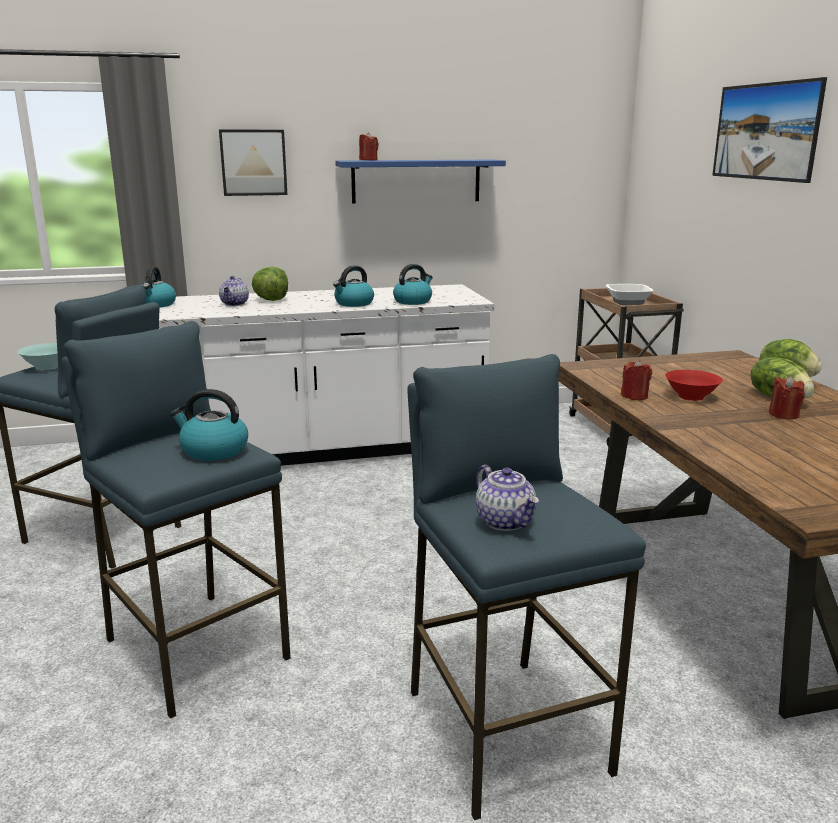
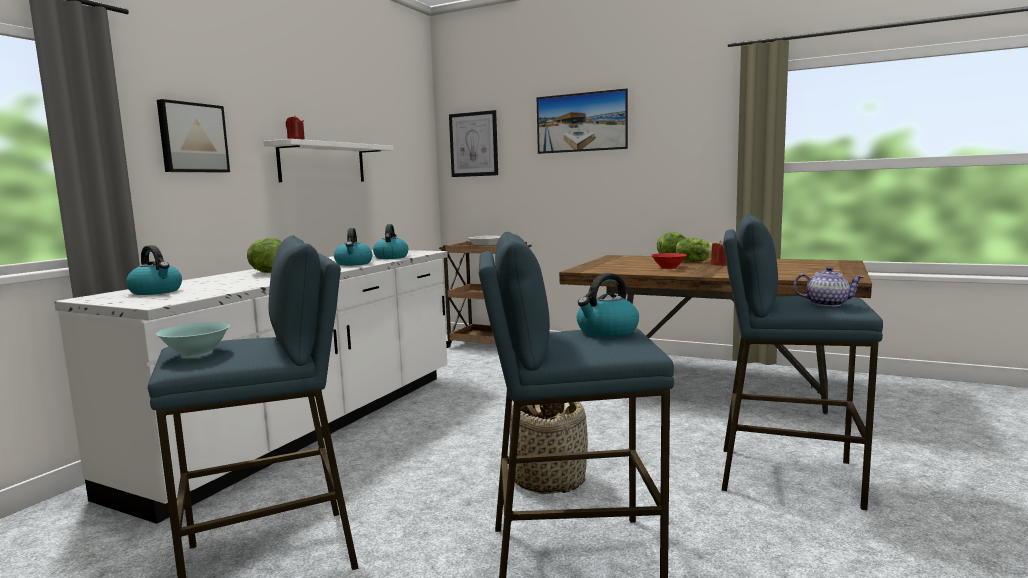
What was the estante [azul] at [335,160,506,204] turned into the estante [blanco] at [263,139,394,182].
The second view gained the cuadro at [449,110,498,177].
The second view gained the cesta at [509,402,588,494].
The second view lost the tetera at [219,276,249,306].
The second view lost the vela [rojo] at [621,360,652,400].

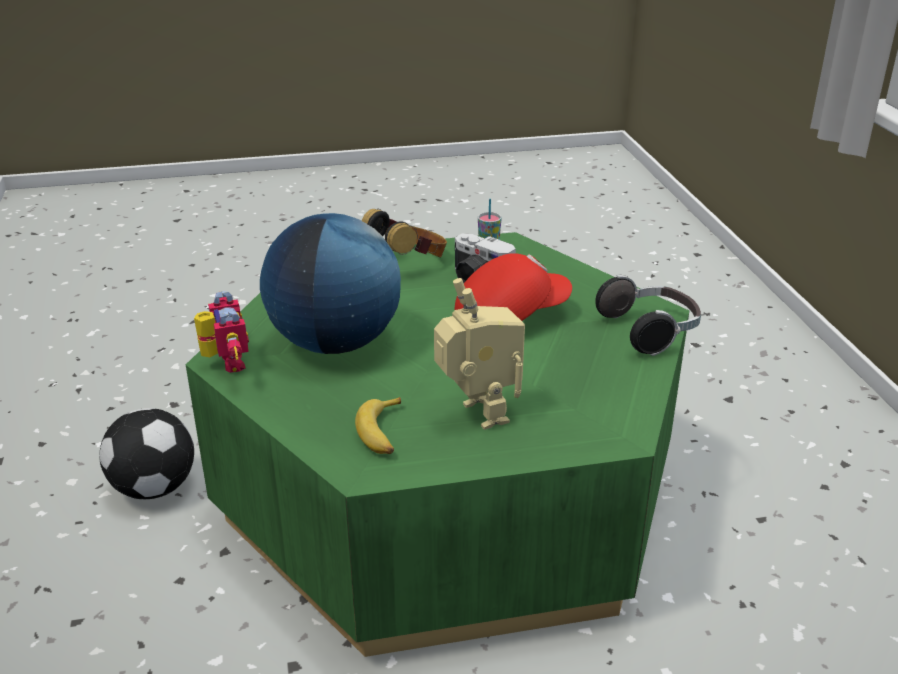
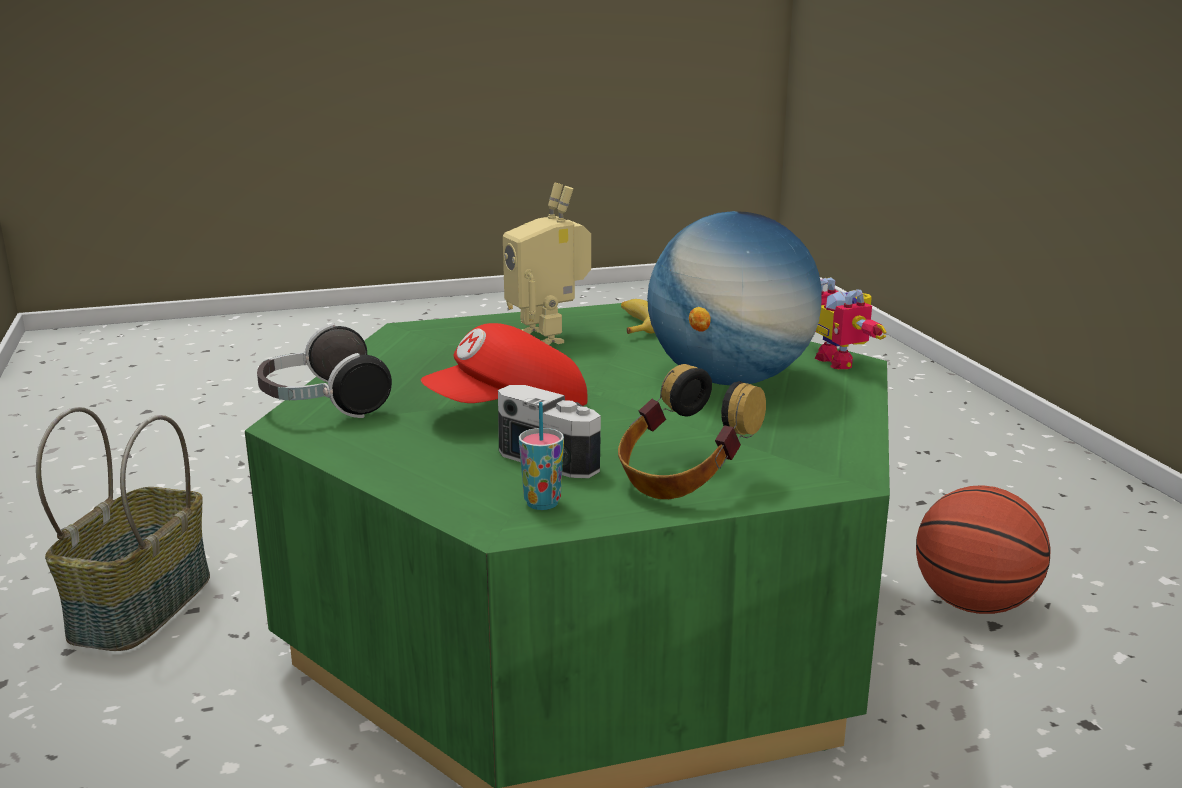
The second view gained the cesta at [36,407,210,651].
Where the balón de fútbol stood at [99,408,194,499], the balón de baloncesto came to stand at [916,485,1051,614].

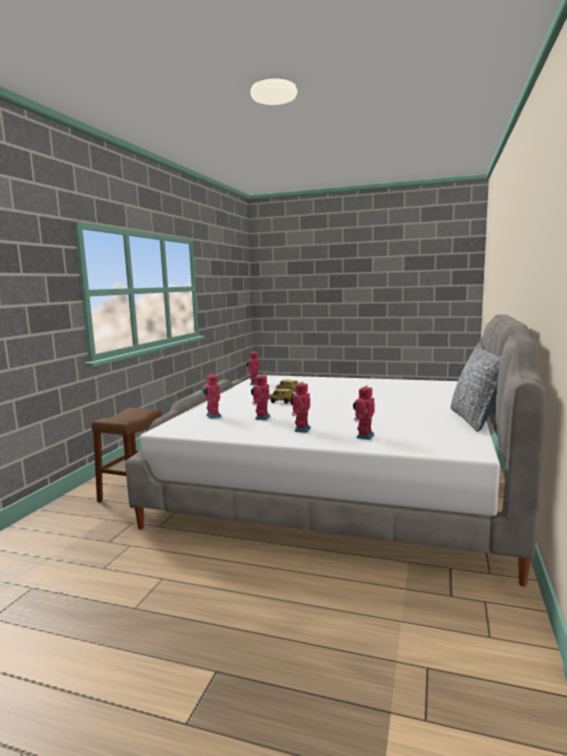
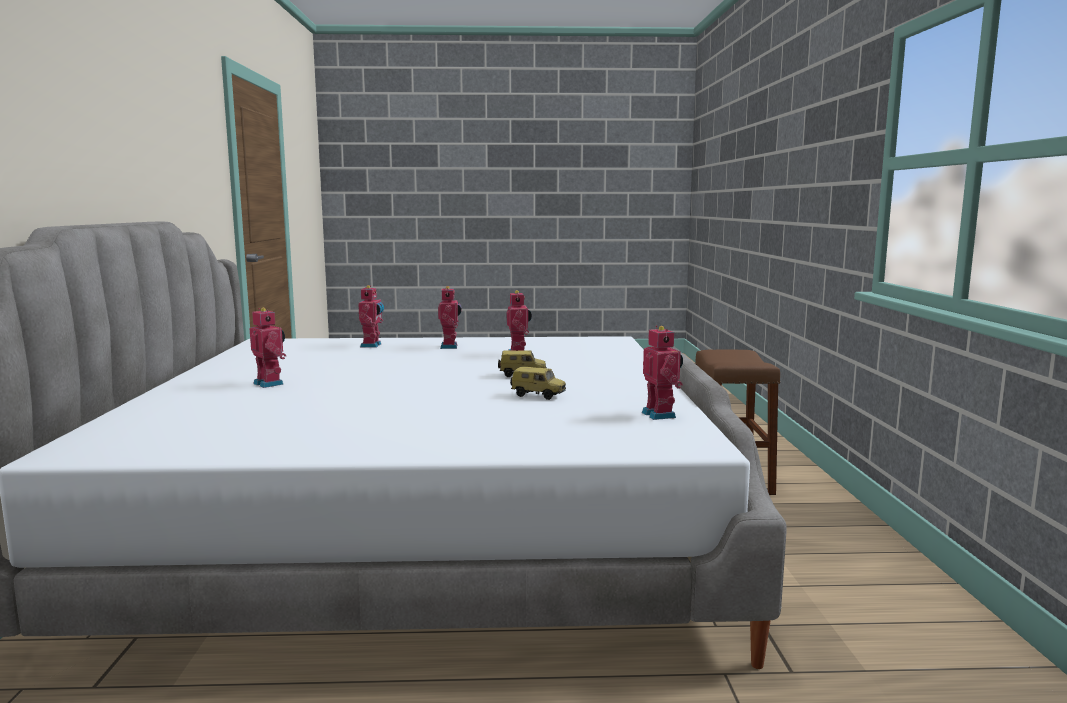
The robot de juguete ended up elsewhere, having gone from [202,373,221,419] to [250,308,286,388].
The second view lost the cojín at [451,343,501,432].

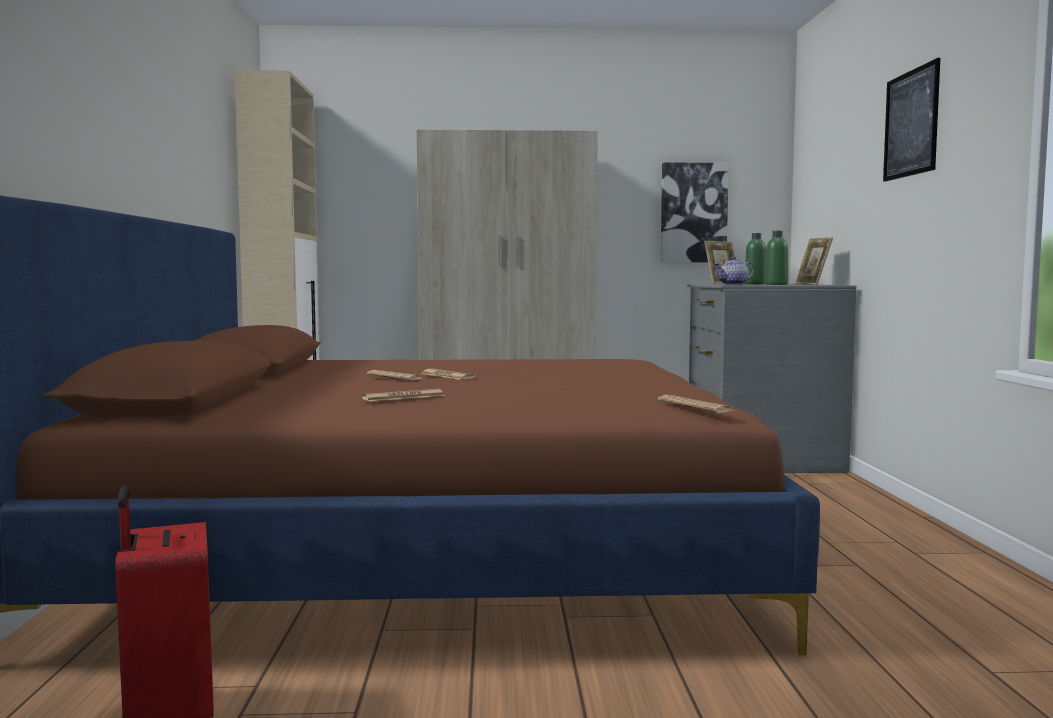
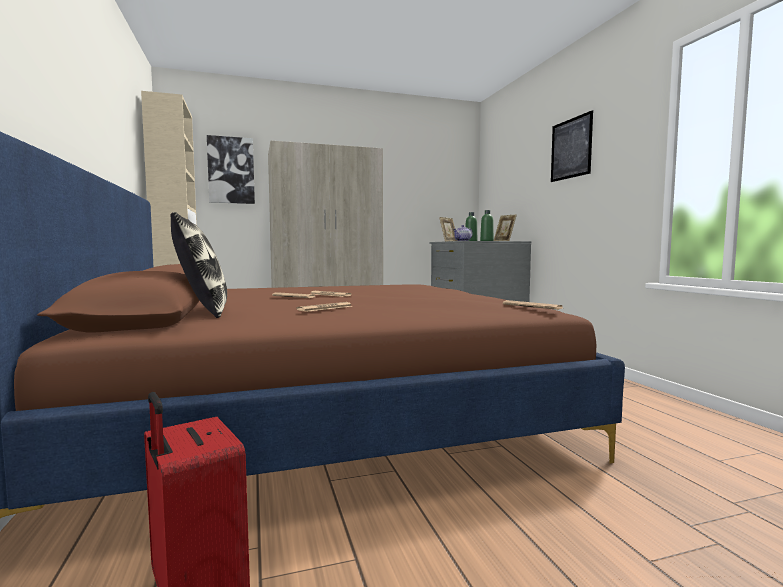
The second view gained the cojín at [170,212,227,318].
The cuadro ended up elsewhere, having gone from [661,162,729,262] to [207,135,255,204].

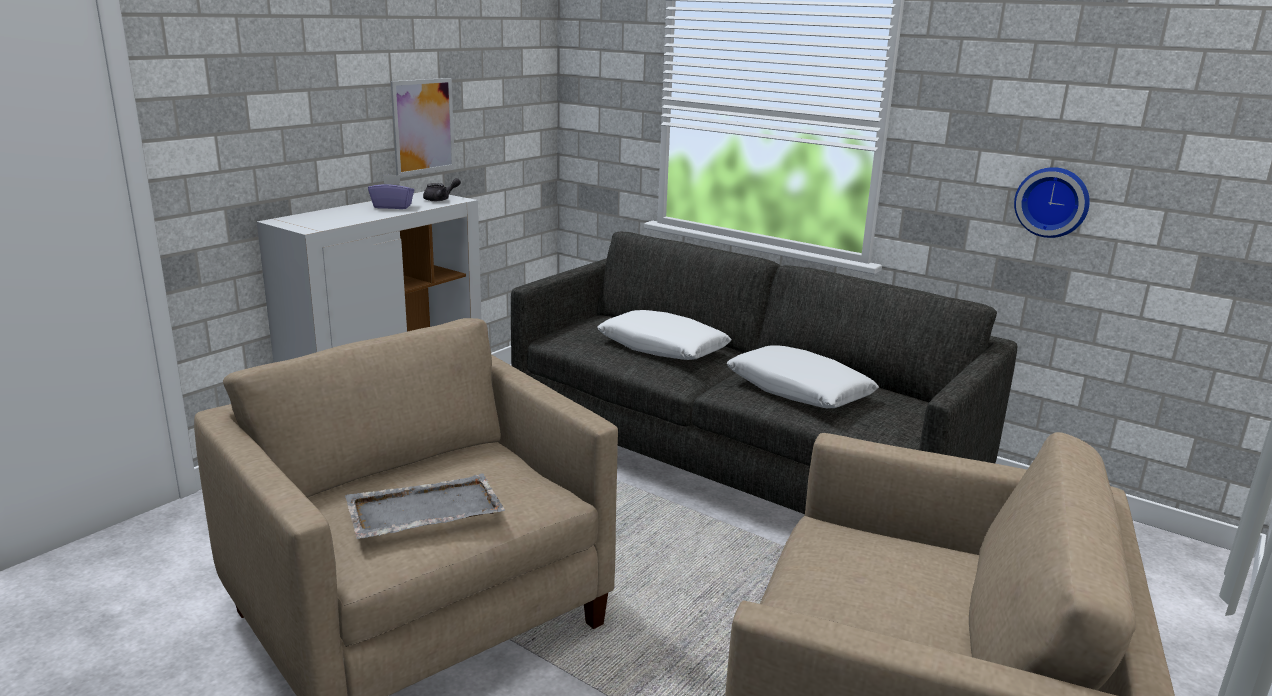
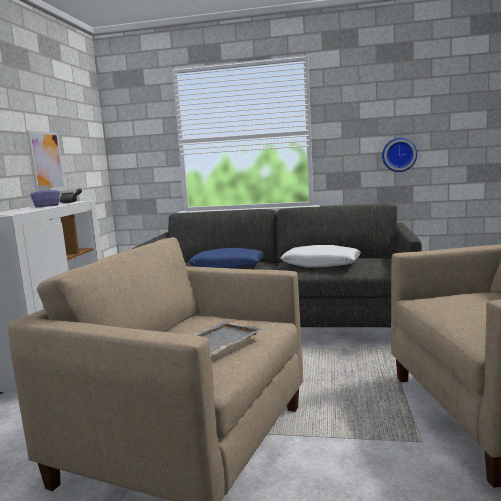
What was the cojín [blanco] at [597,310,732,360] turned into the cojín [azul] at [189,248,264,269].

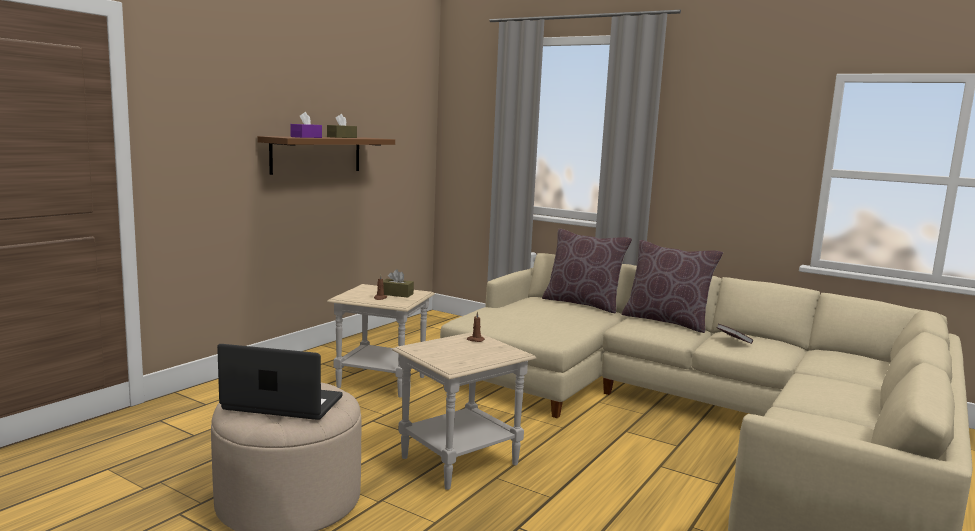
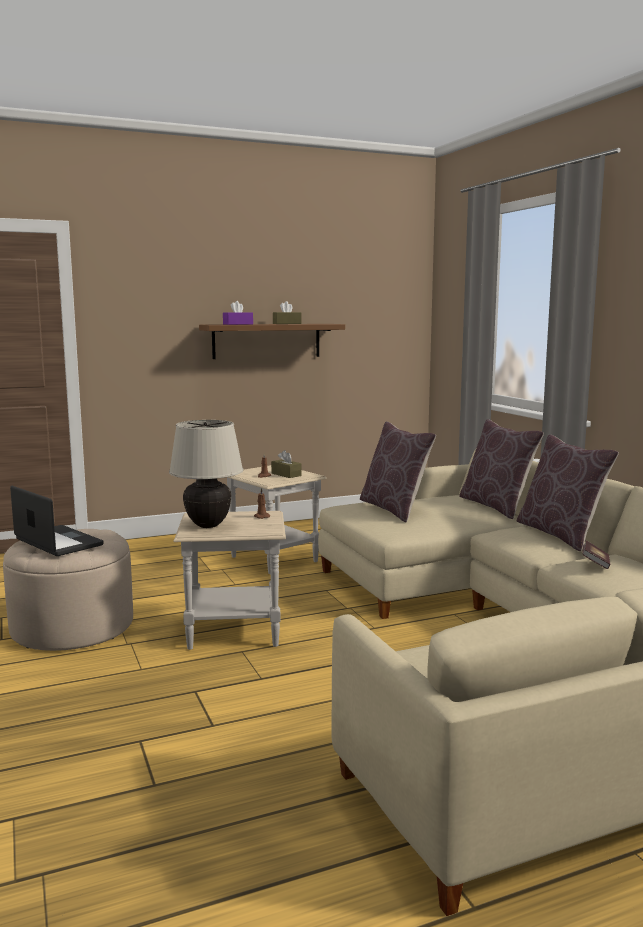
The second view gained the lámpara de mesa [beis] at [169,420,243,528].
The second view gained the cojín [marrón] at [360,421,436,522].

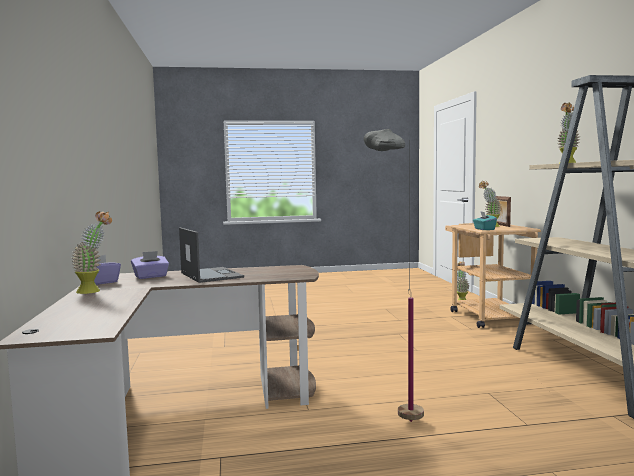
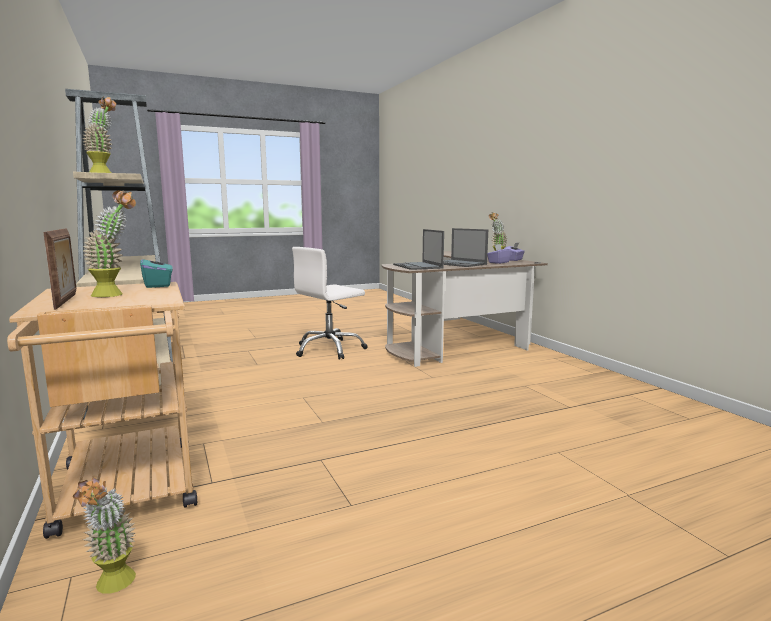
Where the lámpara de pie [gris] stood at [364,129,424,422], the silla de oficina [blanco] came to stand at [292,247,368,360].
The second view gained the portátil at [393,229,444,270].

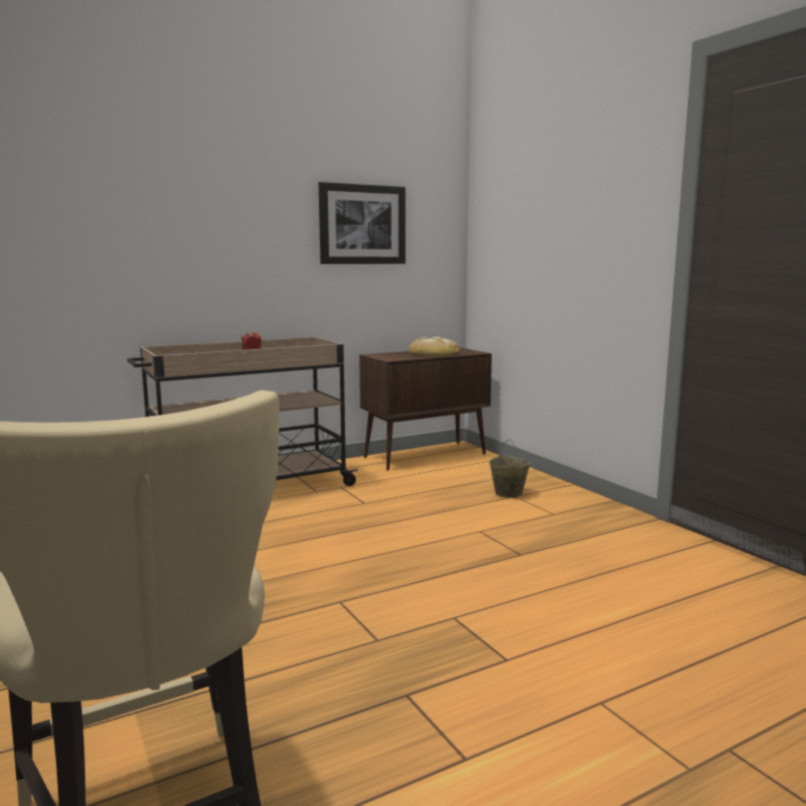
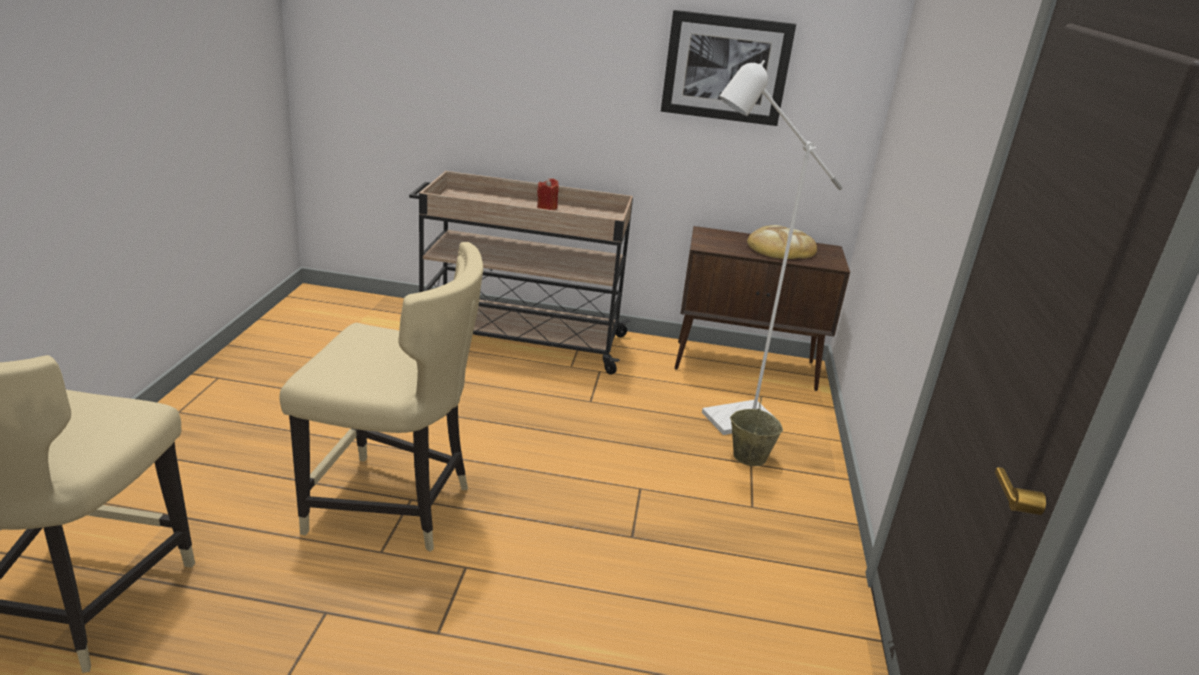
The second view gained the silla [beis] at [280,242,483,552].
The second view gained the lámpara de pie [blanco] at [702,60,843,435].

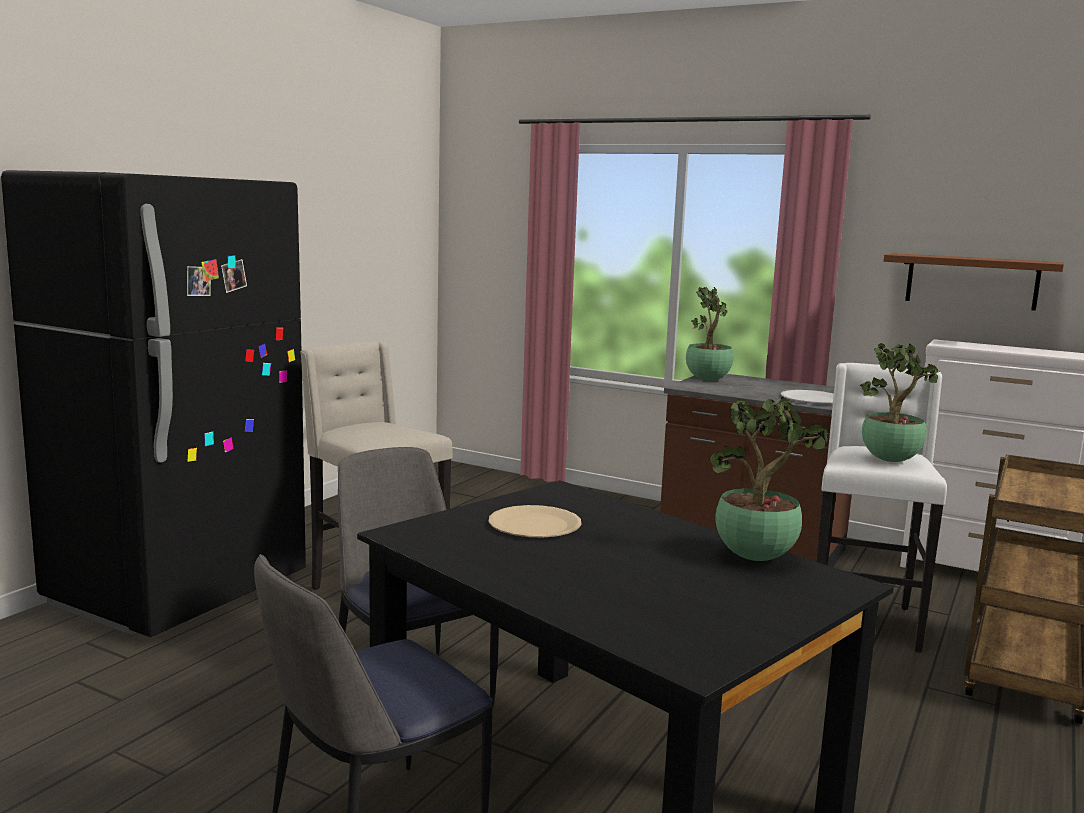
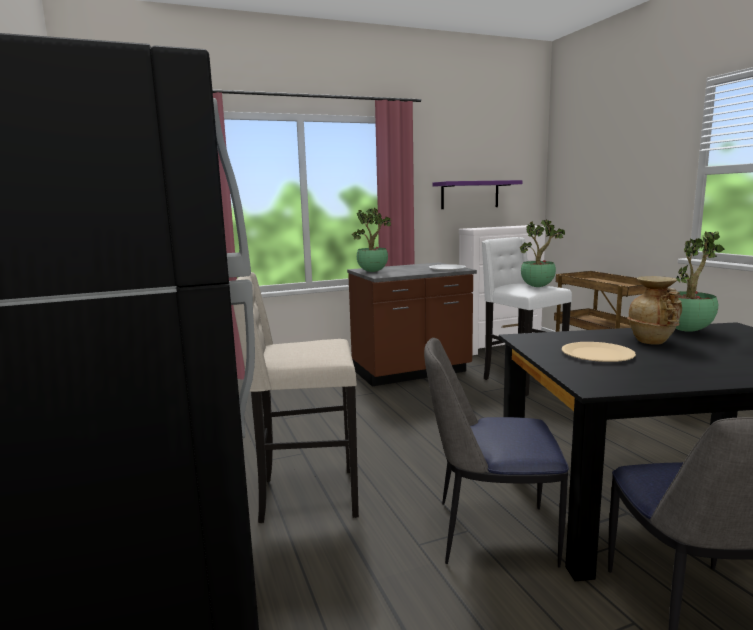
What was the estante [marrón] at [884,253,1064,311] turned into the estante [morado] at [433,180,523,209].
The second view gained the florero [beis] at [627,276,682,345].

